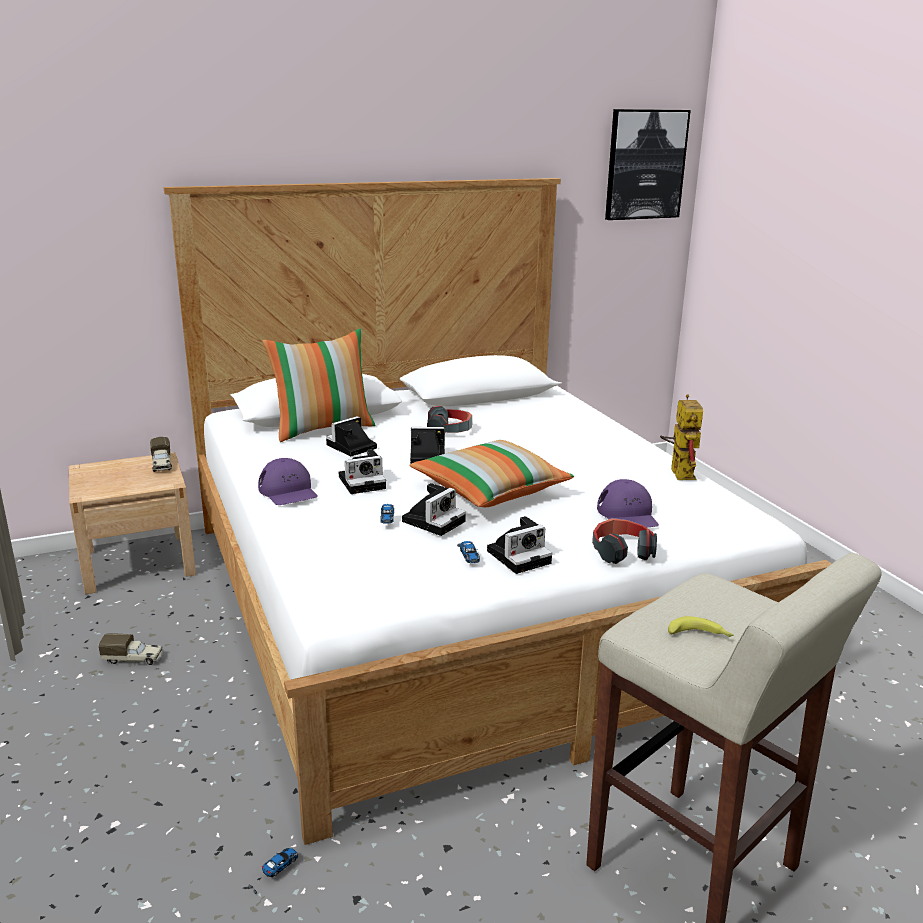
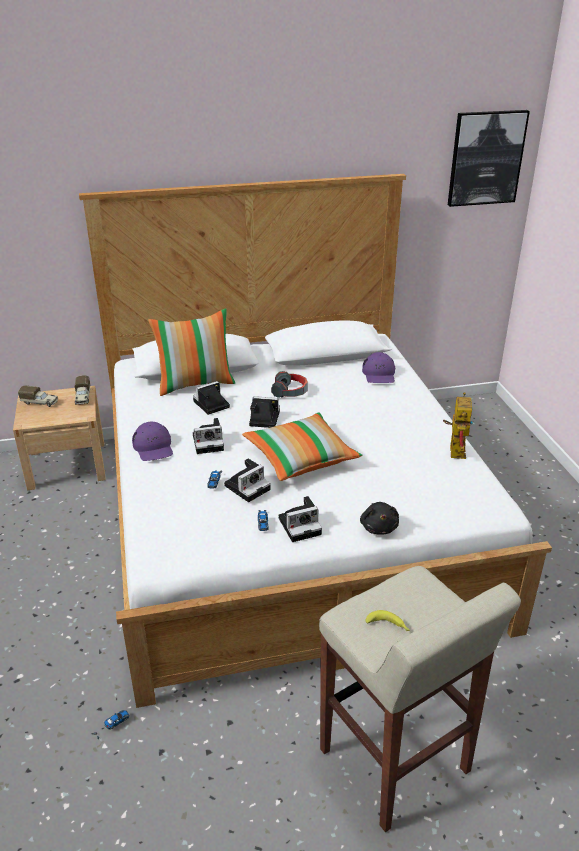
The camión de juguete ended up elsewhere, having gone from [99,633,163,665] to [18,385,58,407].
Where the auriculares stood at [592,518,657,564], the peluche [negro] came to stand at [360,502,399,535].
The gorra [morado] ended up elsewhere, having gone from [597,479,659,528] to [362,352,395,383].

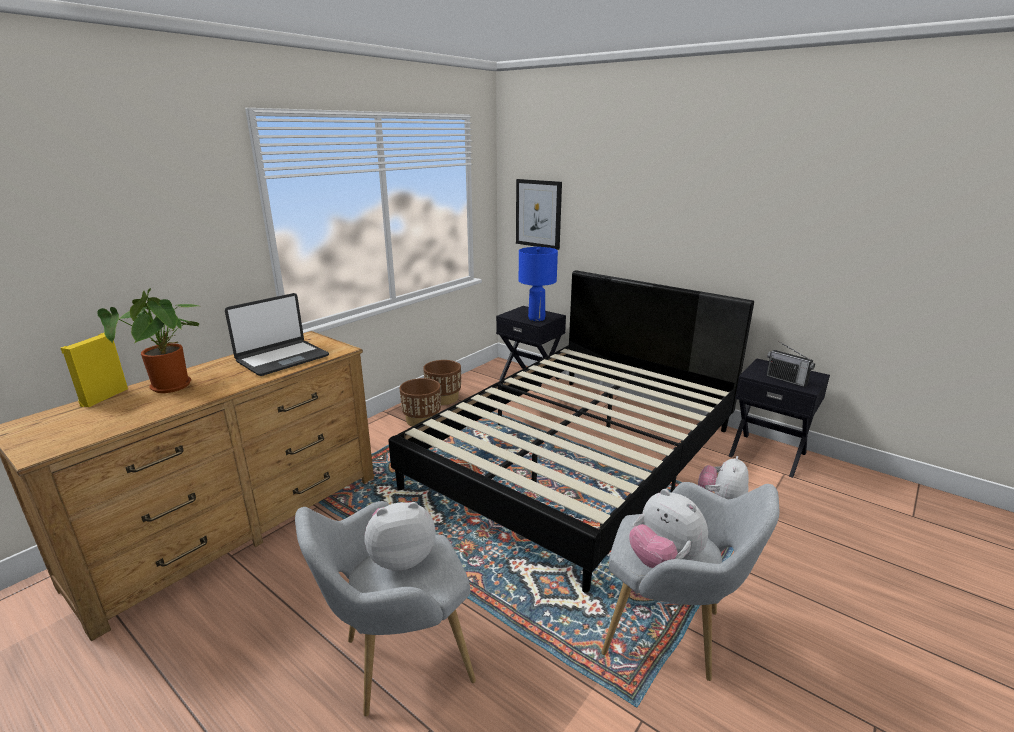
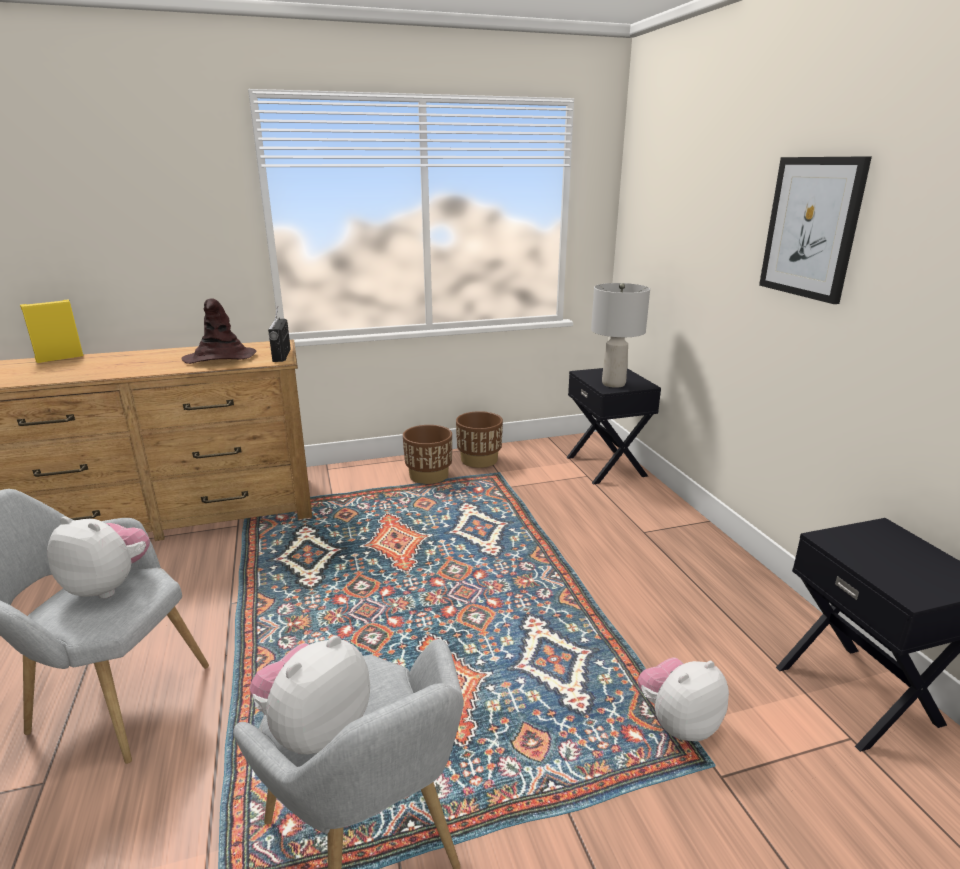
Where the portátil stood at [225,293,329,376], the sombrero [marrón] came to stand at [181,298,256,364].
The peluche at [629,489,708,568] ended up facing another way, 45 degrees clockwise from before.
The radio ended up elsewhere, having gone from [766,341,815,387] to [268,306,291,362].
What was the lámpara de mesa [azul] at [519,247,558,321] turned into the lámpara de mesa [gris] at [591,283,650,388].
The cuadro ended up elsewhere, having gone from [516,179,562,250] to [759,156,872,304].
The second view lost the planta en maceta at [97,288,199,393].
The second view lost the cama [negro] at [388,270,754,593].

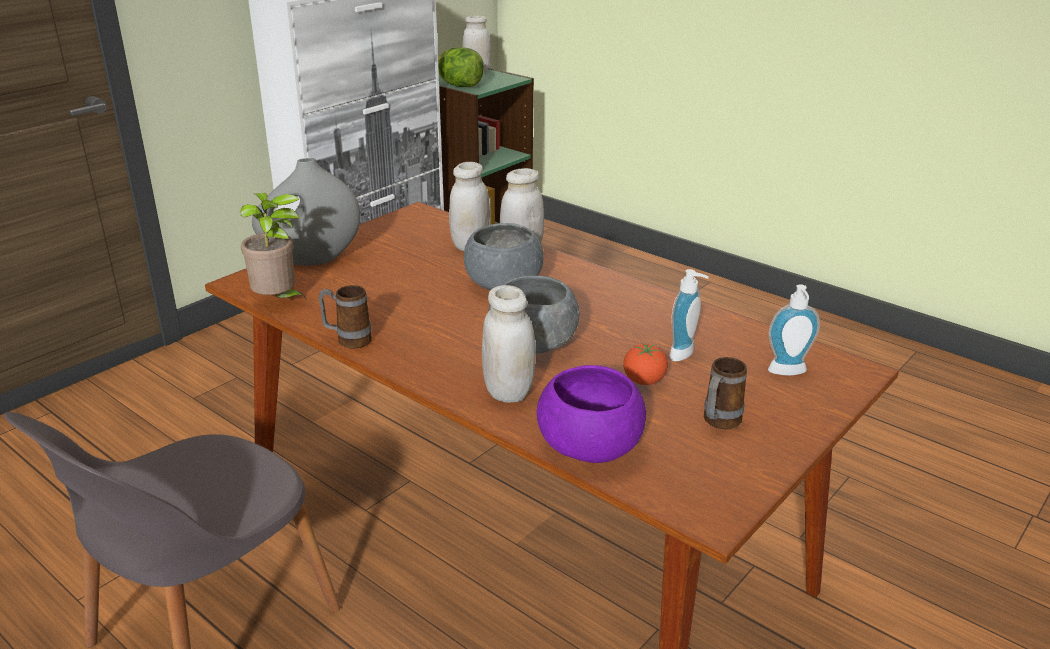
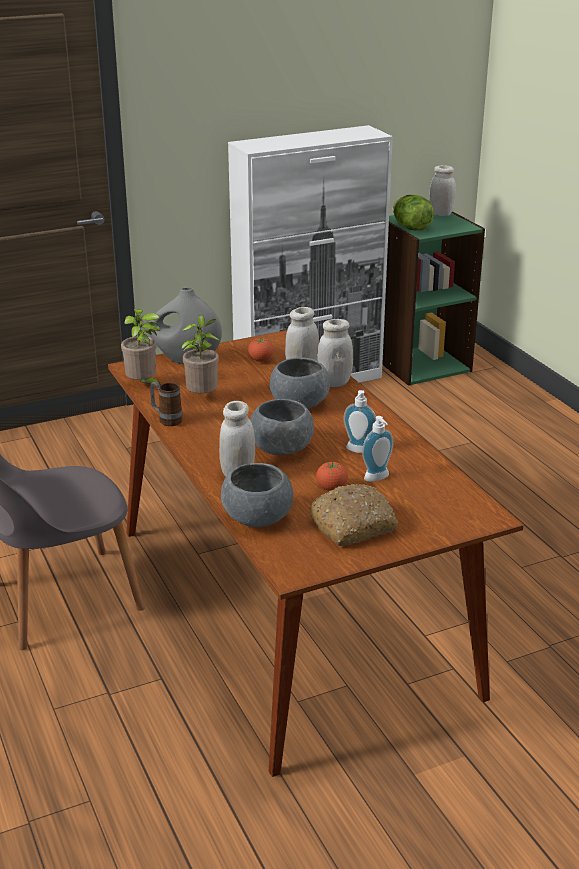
The second view gained the planta en maceta at [181,315,220,393].
What was the cuenco [morado] at [536,365,646,463] turned into the cuenco [gris] at [221,463,293,527].
The second view gained the tomate at [248,338,274,362].
Where the taza grande stood at [704,357,747,429], the pan came to stand at [310,484,398,546].
The dispensador de jabón ended up elsewhere, having gone from [768,284,820,376] to [343,390,376,453].

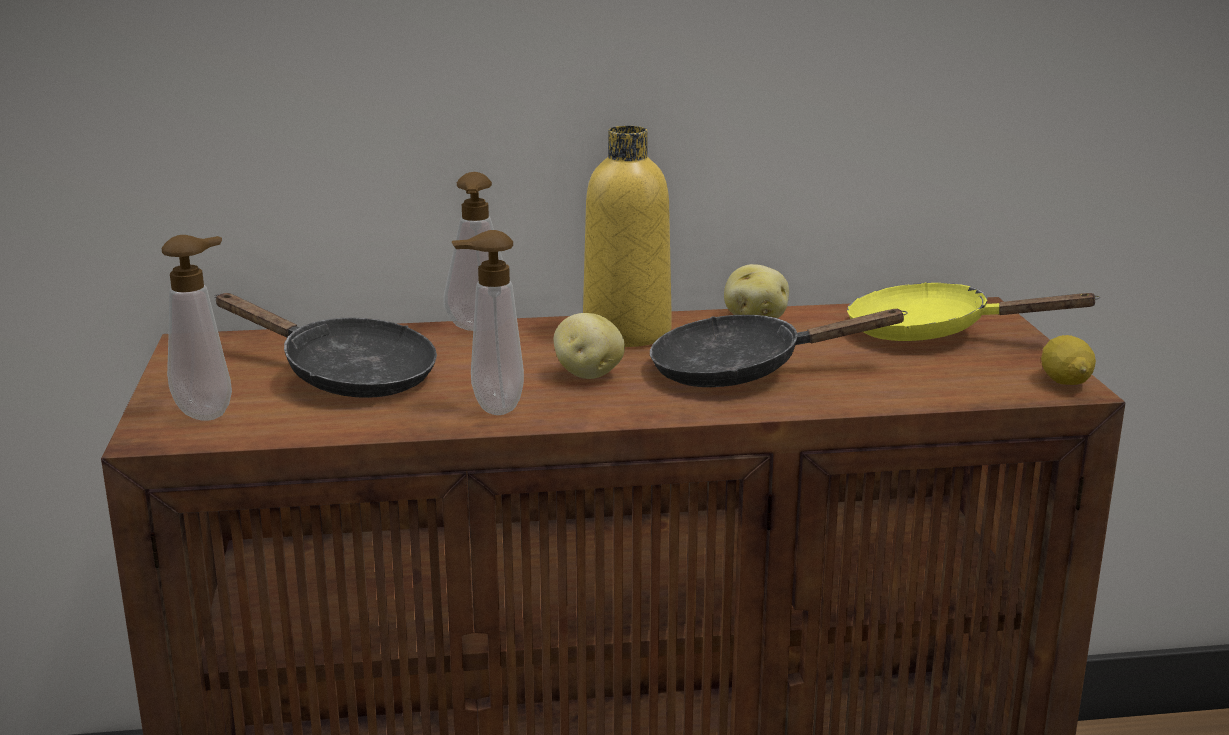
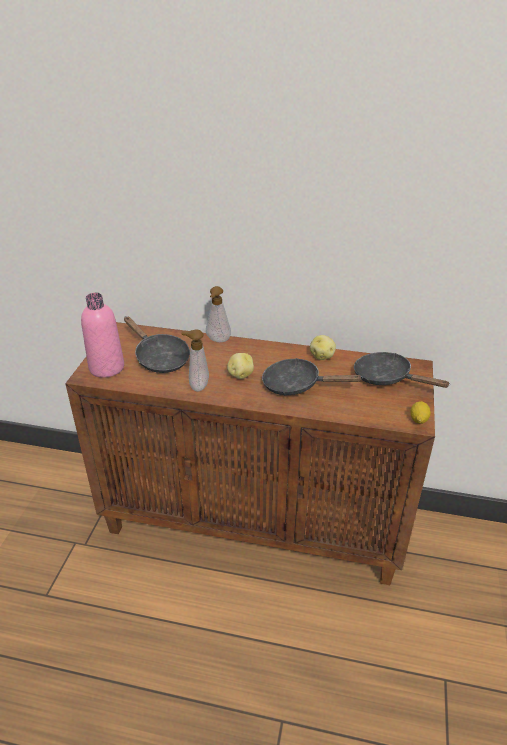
Where the dispensador de jabón stood at [161,235,232,421], the botella [rosa] came to stand at [81,293,124,378].
What was the sartén [amarillo] at [847,282,1100,341] turned into the sartén [negro] at [354,352,450,388].
The second view lost the botella [amarillo] at [583,126,672,347].

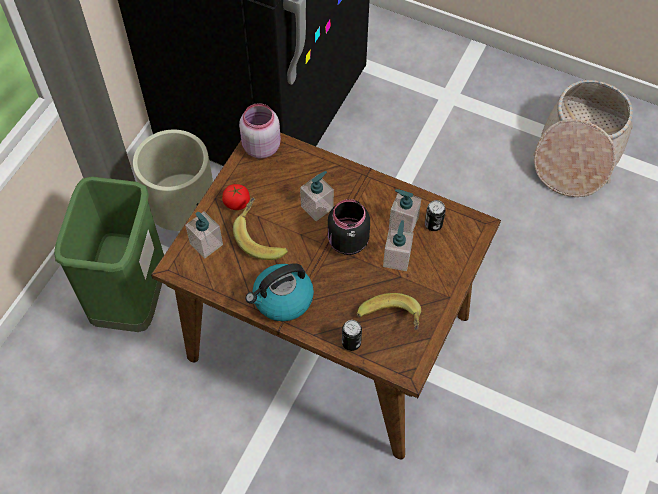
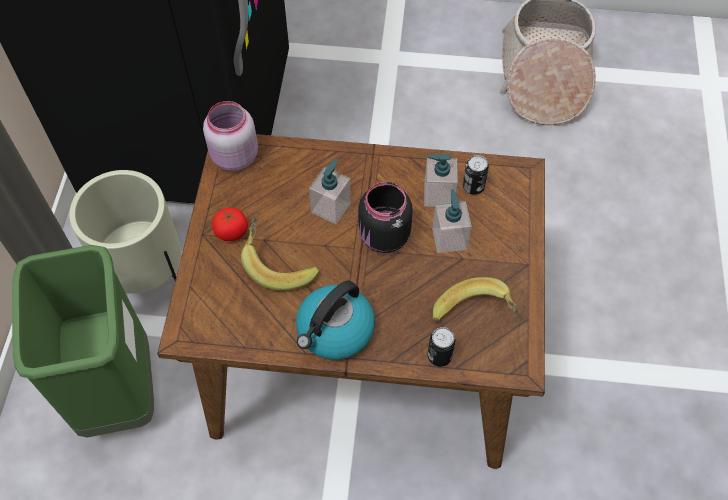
The second view lost the dispensador de jabón at [185,211,223,258].

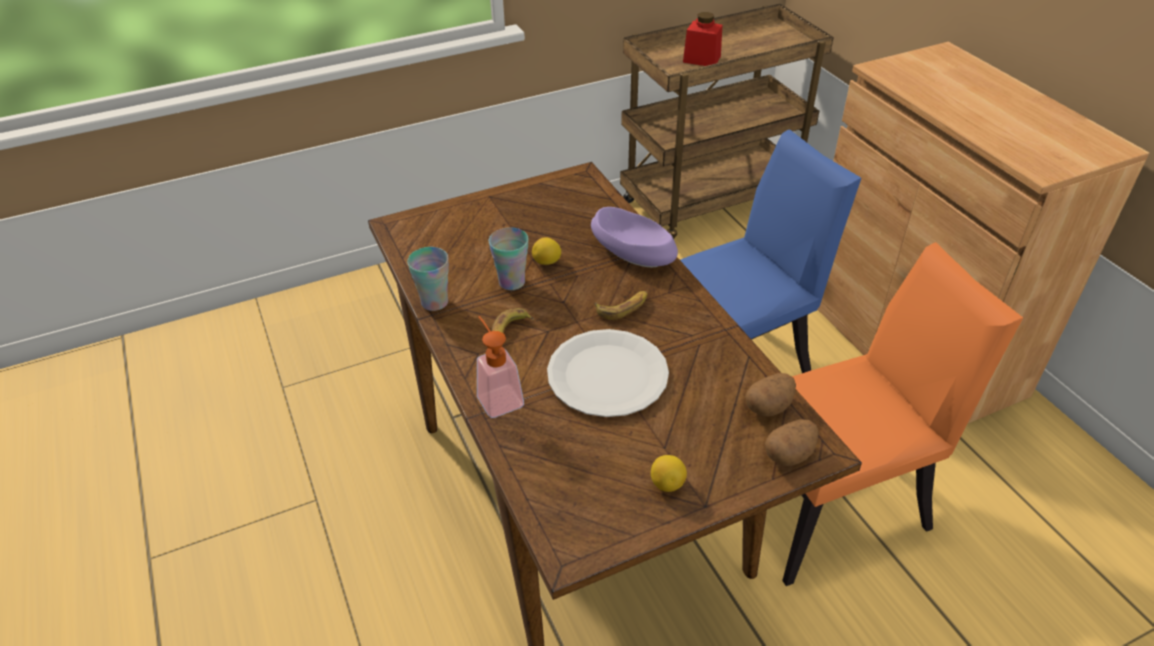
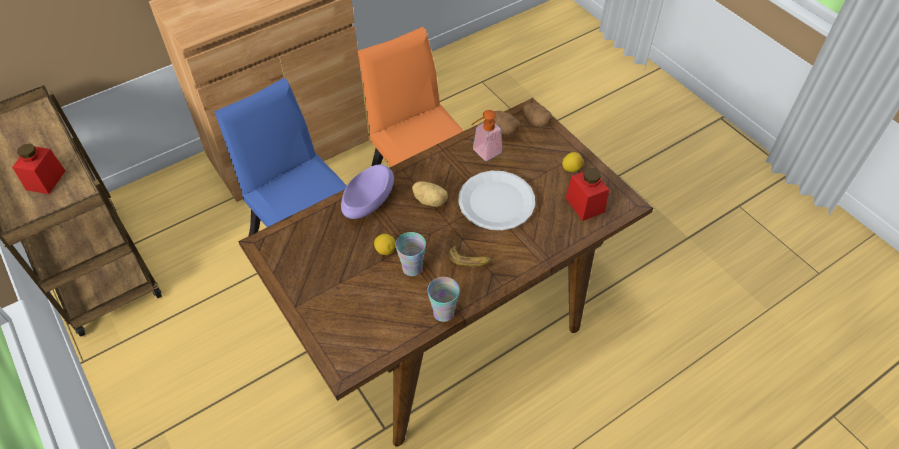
Where the plátano stood at [595,291,648,320], the patata came to stand at [412,181,448,207].
The dispensador de jabón ended up elsewhere, having gone from [477,316,524,418] to [471,110,502,161].
The second view gained the tarro [rojo] at [566,168,609,221].

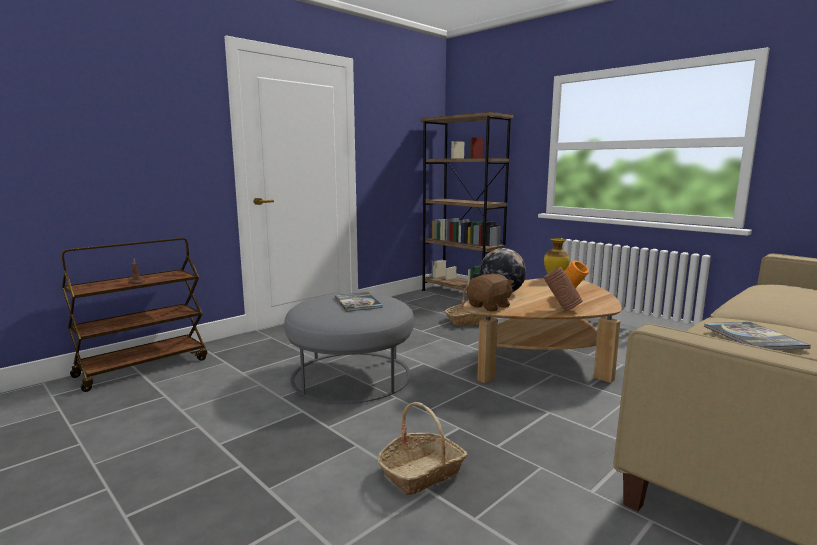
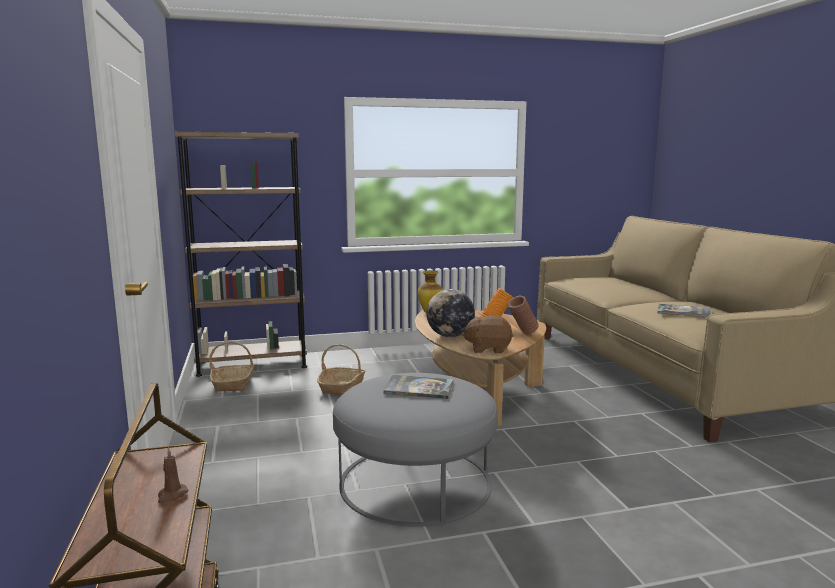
The cesta ended up elsewhere, having gone from [377,402,468,495] to [209,342,254,392].
The peluche [marrón] at [467,274,514,311] ended up facing another way, 75 degrees counterclockwise from before.

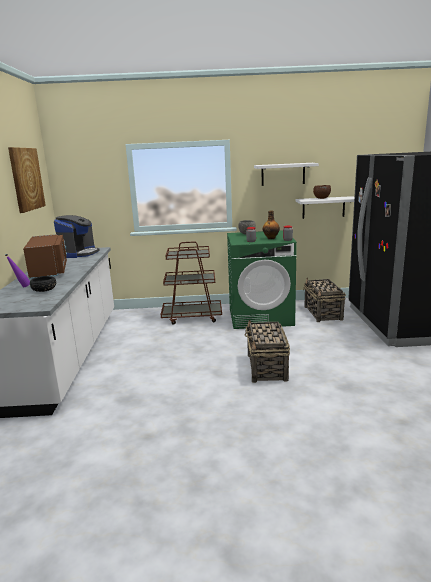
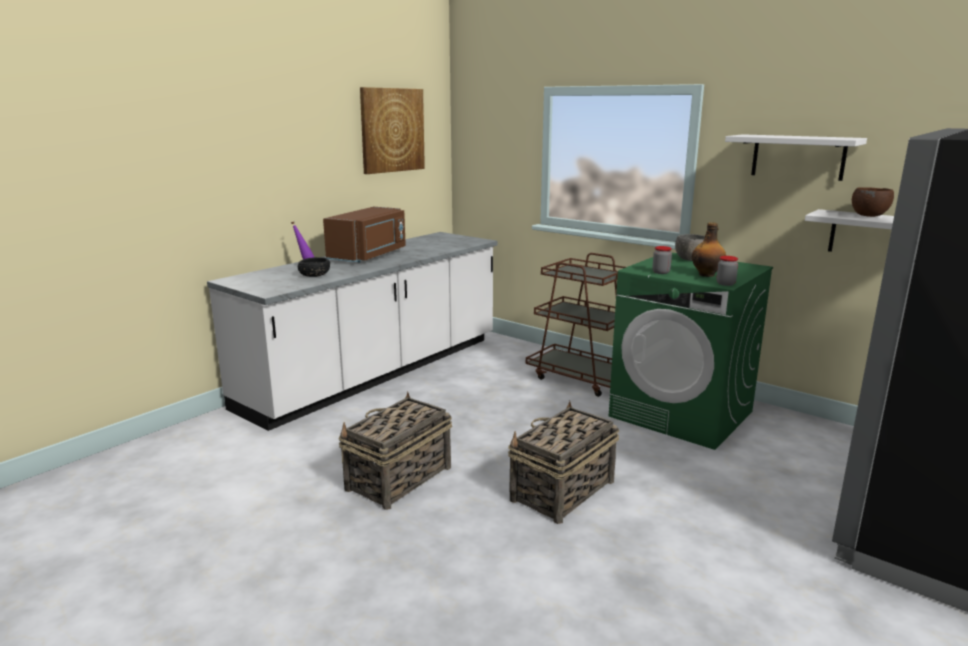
The cesta ended up elsewhere, having gone from [303,278,346,322] to [339,391,452,510].
The second view lost the cafetera at [54,215,100,258].

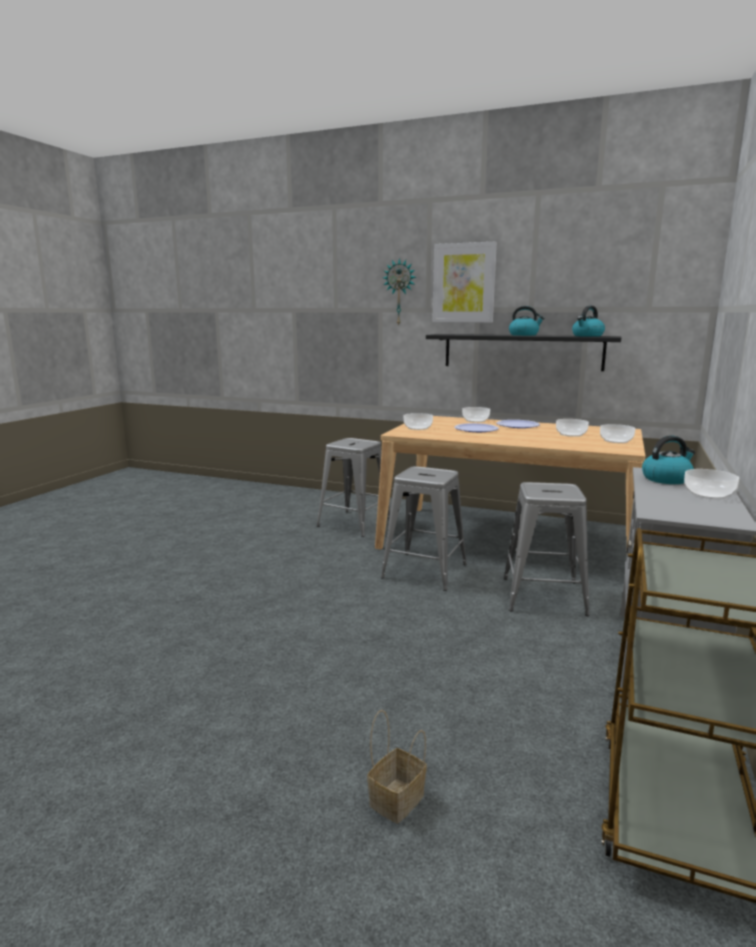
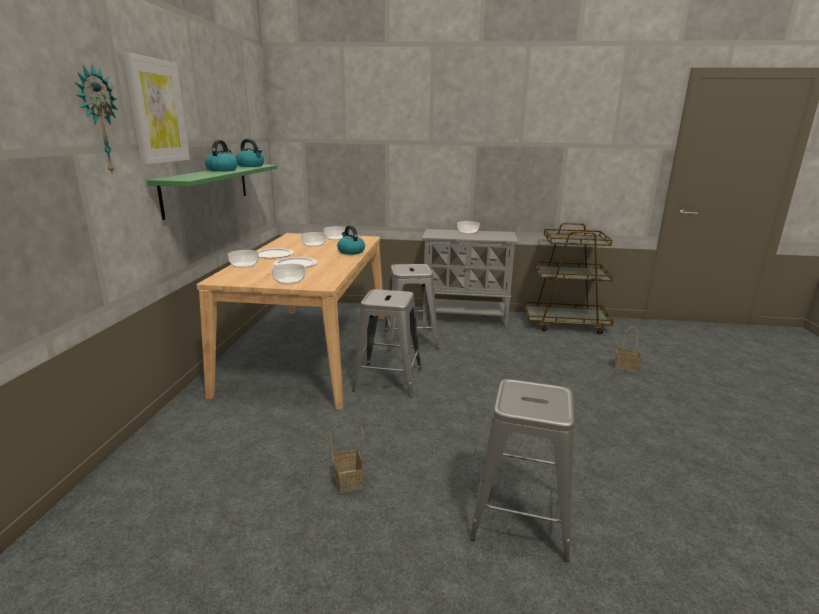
What was the estante [negro] at [426,334,621,371] turned into the estante [verde] at [146,165,277,220].
The second view gained the cesta at [329,426,364,493].
The hervidor ended up elsewhere, having gone from [642,436,695,484] to [337,225,365,255].
The taburete [gris] ended up elsewhere, having gone from [316,438,390,537] to [470,379,575,562].

